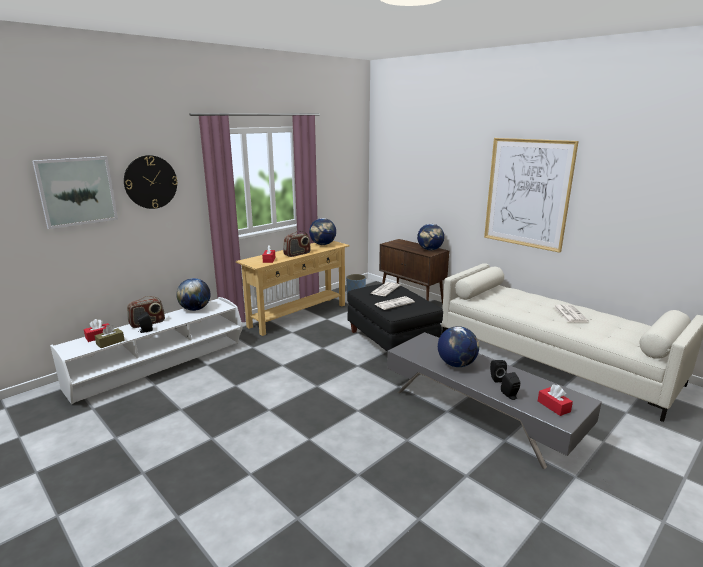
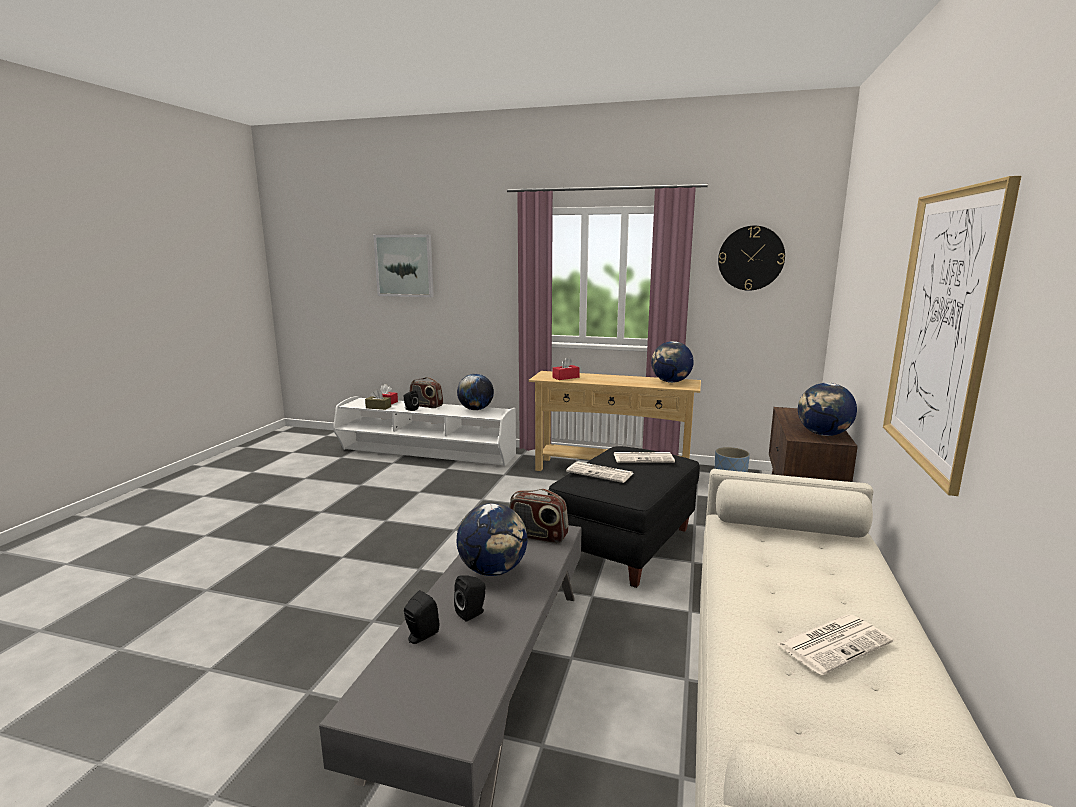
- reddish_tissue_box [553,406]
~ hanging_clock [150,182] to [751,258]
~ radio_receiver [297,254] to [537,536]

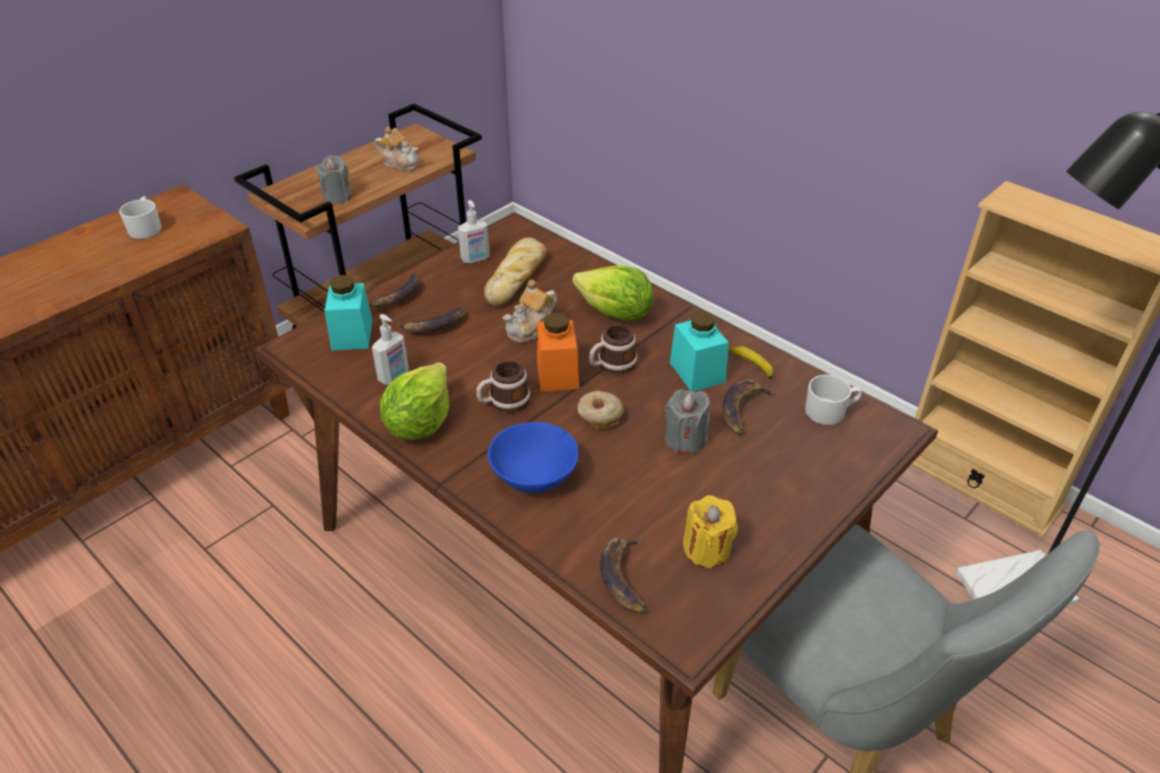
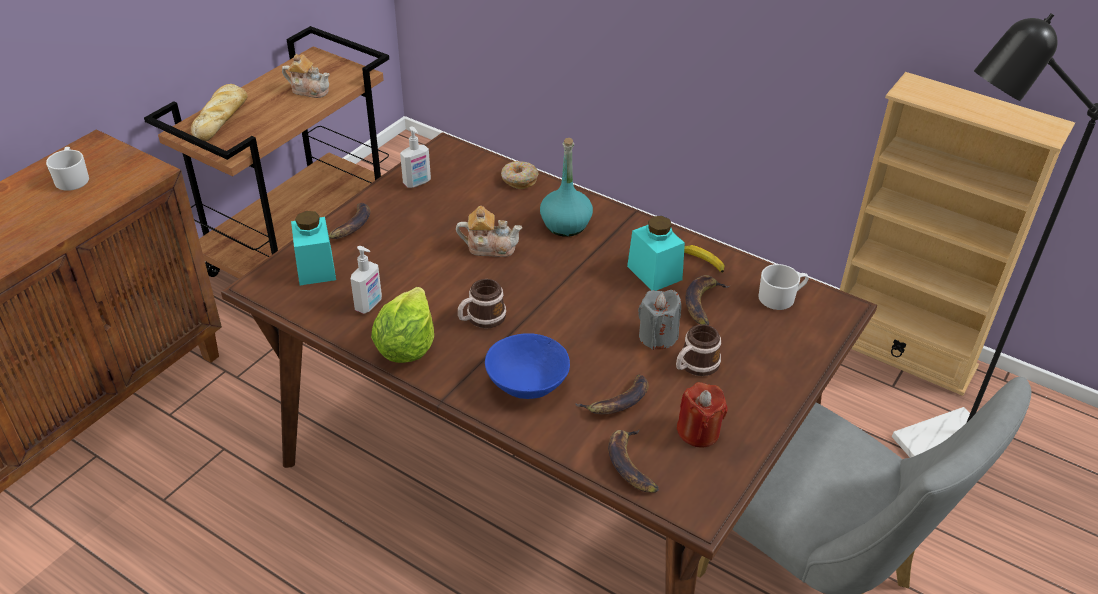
- gray_wax_light [337,197]
- orange_storage_jar [557,374]
~ banana_fruit [434,326] to [618,402]
~ baked_bread [517,277] to [221,118]
~ donut [599,415] to [519,180]
~ tea_mug [611,365] to [694,366]
~ head_of_lettuce [615,314] to blue-green_bottle [566,225]
~ yellowish_wax_light [707,549] to reddish_wax_light [698,432]
~ pot_for_tea [531,329] = [490,247] 120 degrees counterclockwise

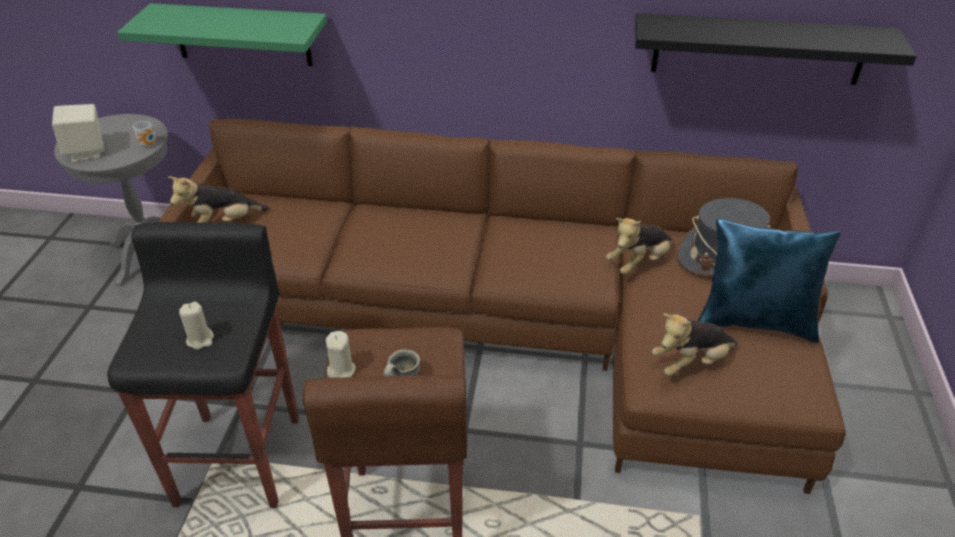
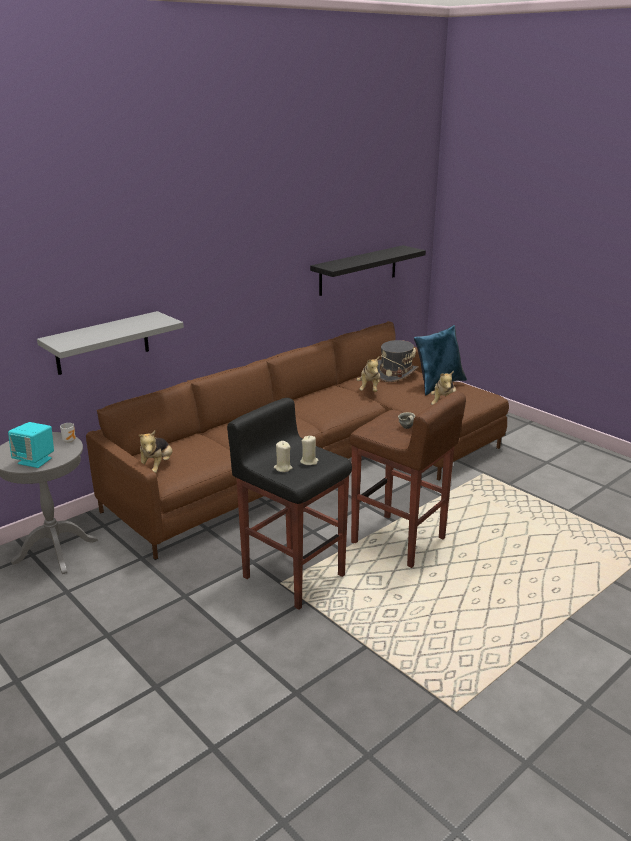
~ sand-coloured_wax_light [341,370] to [283,468]
~ sand-coloured_loudspeaker [86,152] to blue-green_loudspeaker [35,461]
~ greenish_bracket_shelf [242,35] to gray_bracket_shelf [102,343]

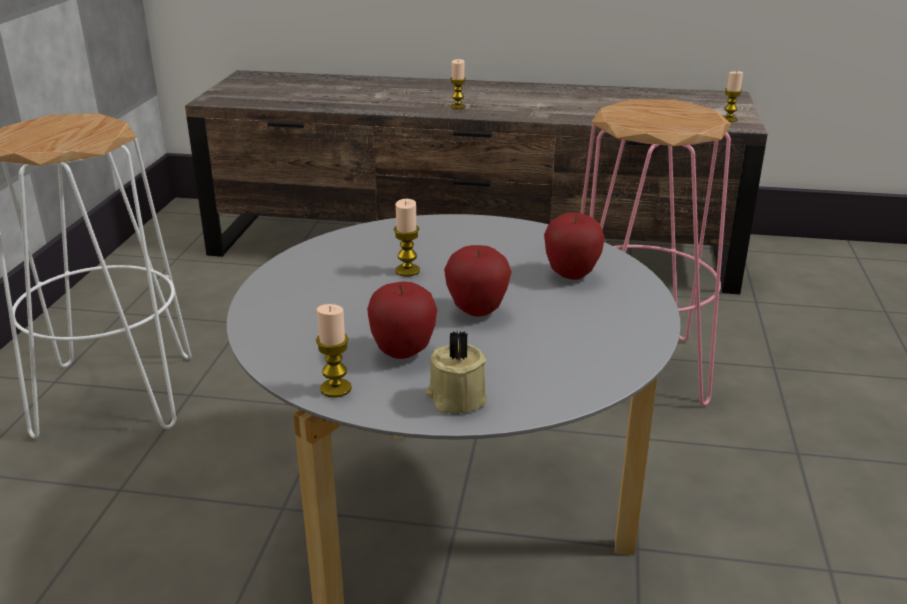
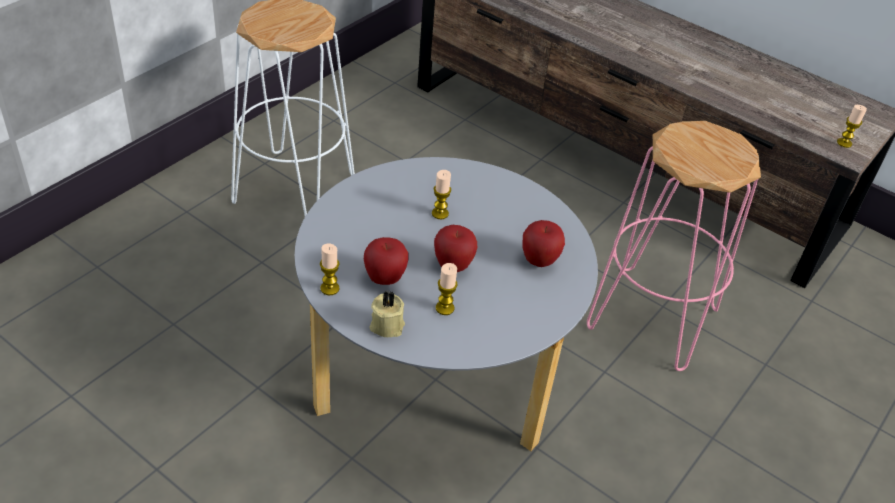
~ wax_light [457,106] to [445,308]

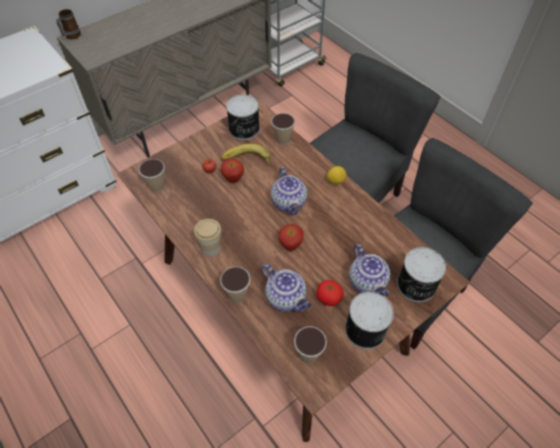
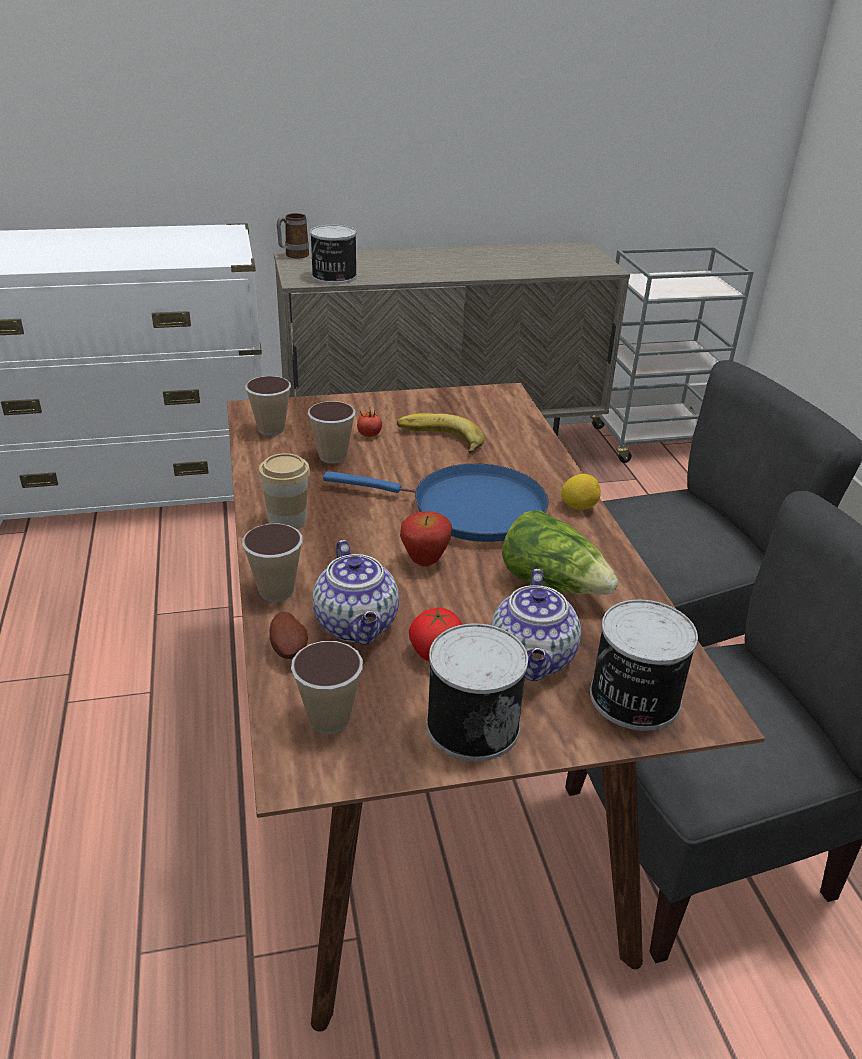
- apple [233,179]
+ whole_potato [289,649]
+ head_of_lettuce [553,584]
~ metal_can [244,129] to [333,277]
~ cup [283,140] to [333,456]
~ pot_for_tea [289,203] to bluish_pan [469,509]

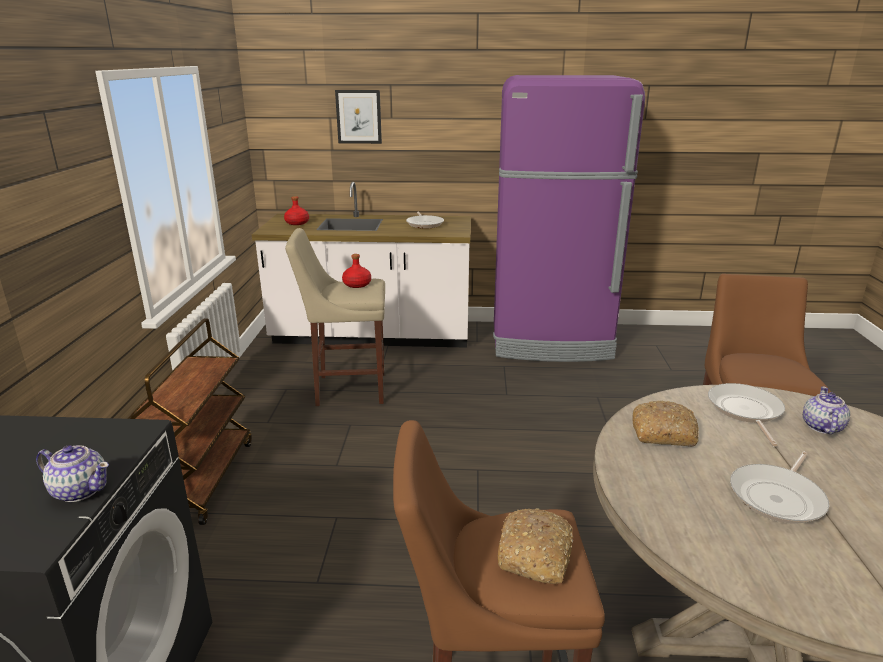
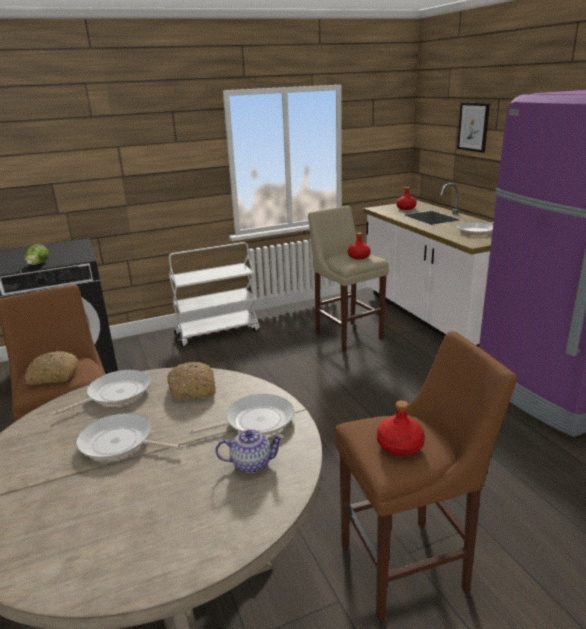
+ pan [115,393]
+ reddish_bottle [400,445]
~ pot_for_tea [80,490] to head_of_lettuce [38,265]
~ brownish_trolley [203,479] to white_trolley [217,332]

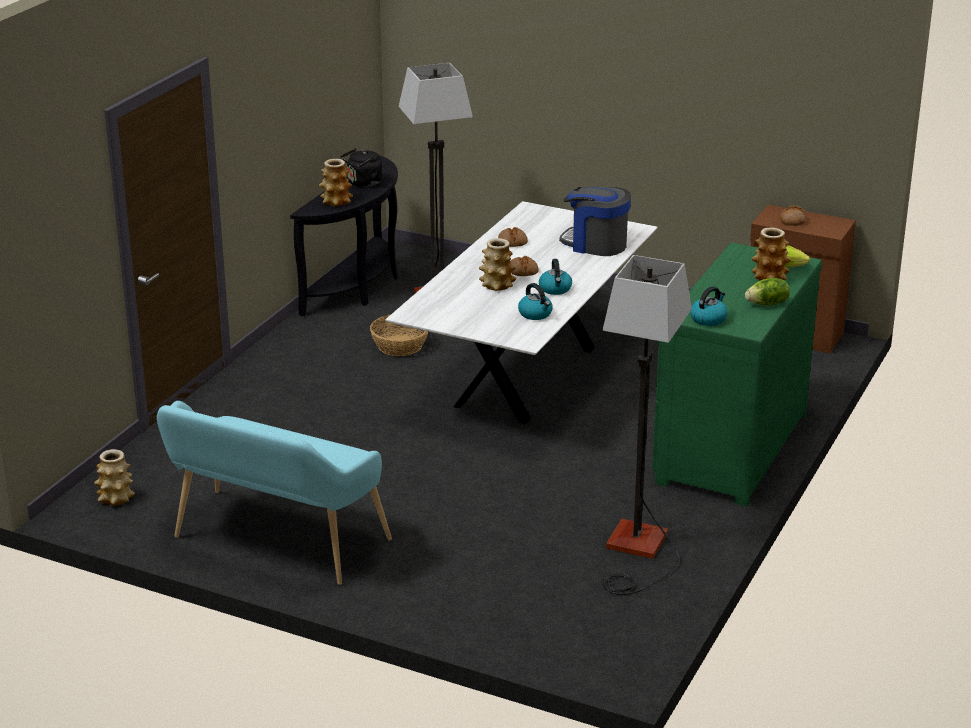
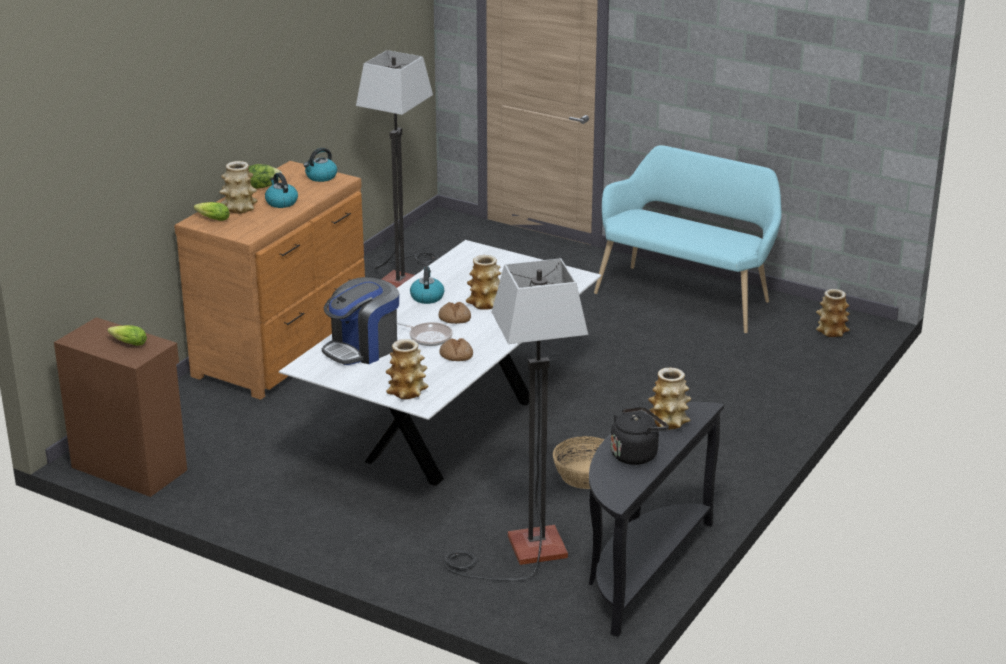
+ vase [407,392]
+ pan [428,337]
~ water_kettle [535,314] to [281,202]
~ baked_bread [792,221] to head_of_lettuce [127,343]
~ greenish_dresser [728,447] to brownish_dresser [284,350]
~ coffee_machine [595,244] = [362,348] 105 degrees clockwise

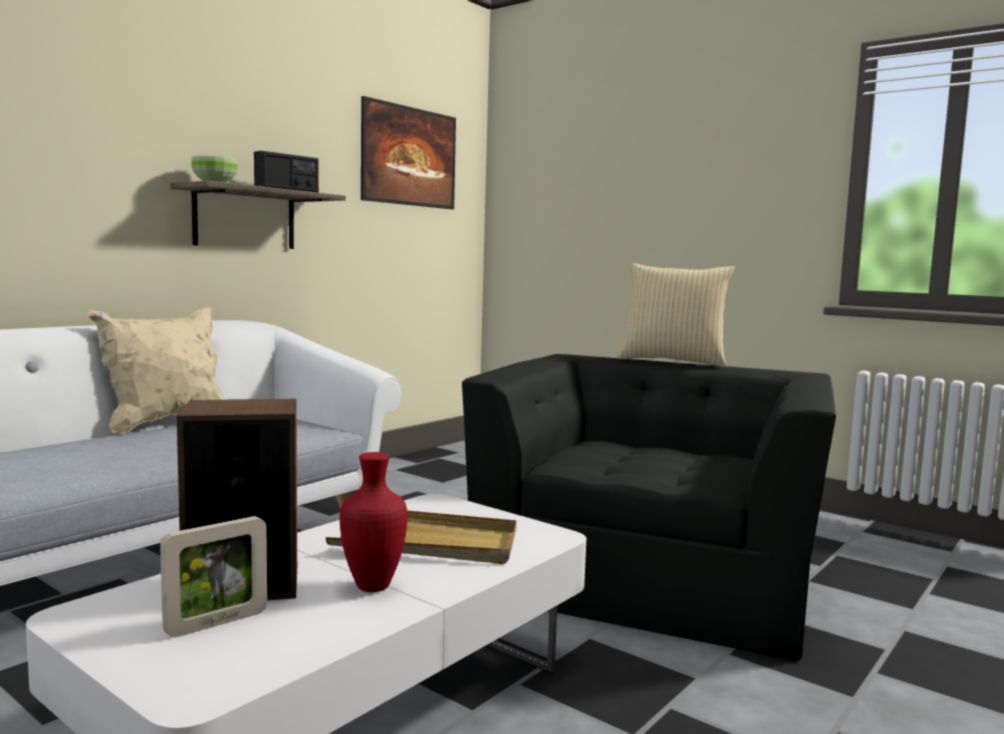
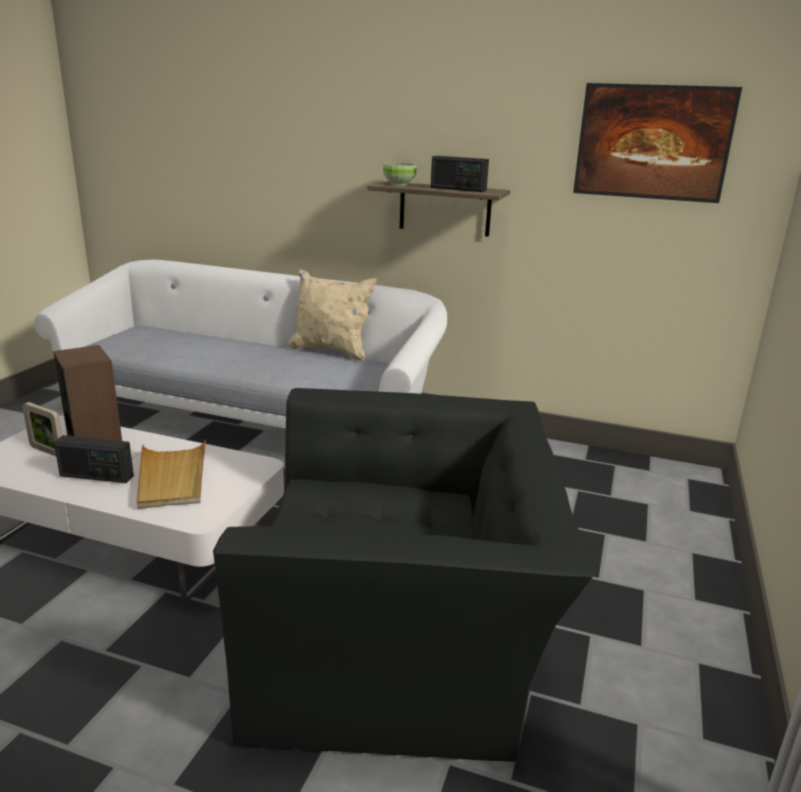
- throw_pillow [673,361]
~ reddish_vase [372,585] to radio_receiver [96,476]

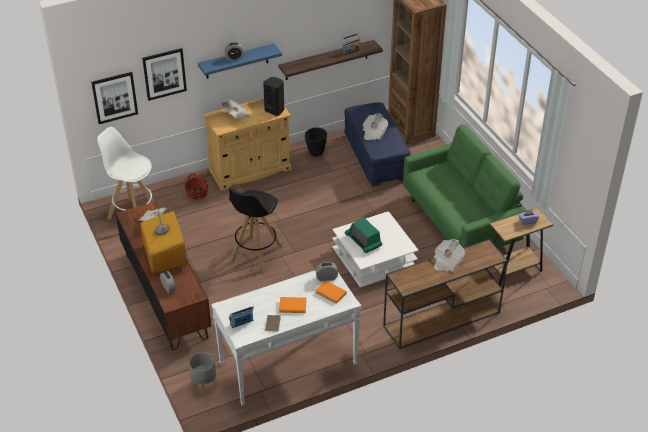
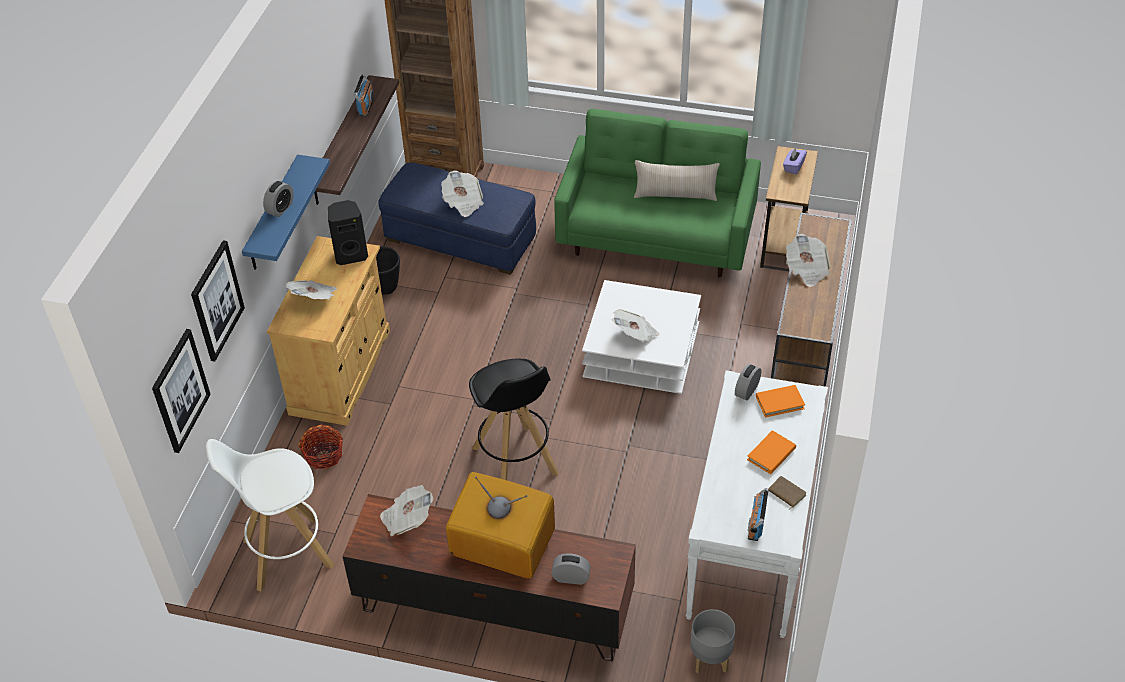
+ sand-coloured_throw_pillow [675,195]
~ radio_receiver [363,241] to printed_paper [635,334]

